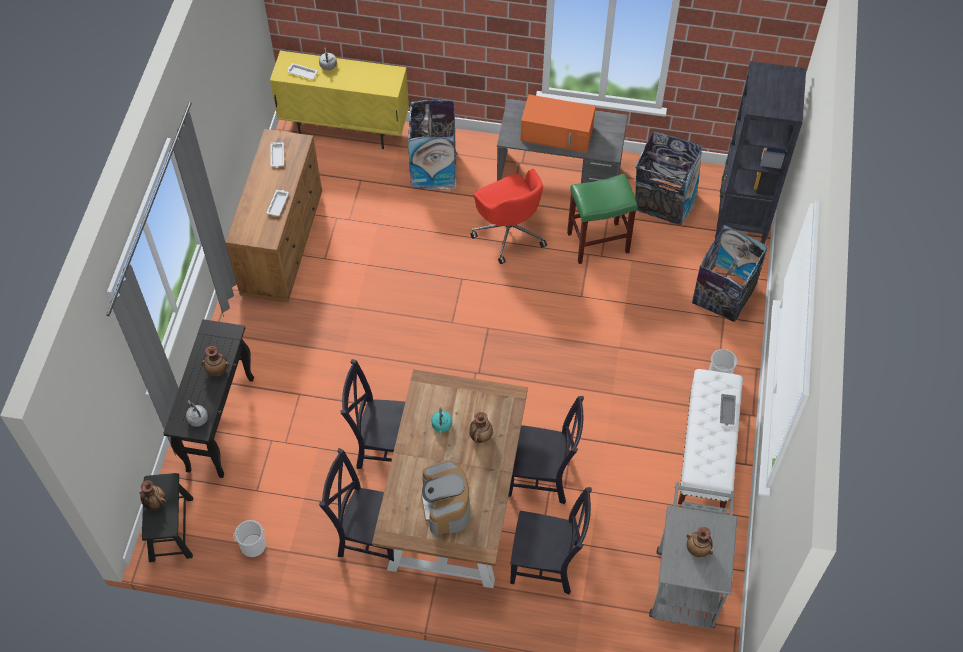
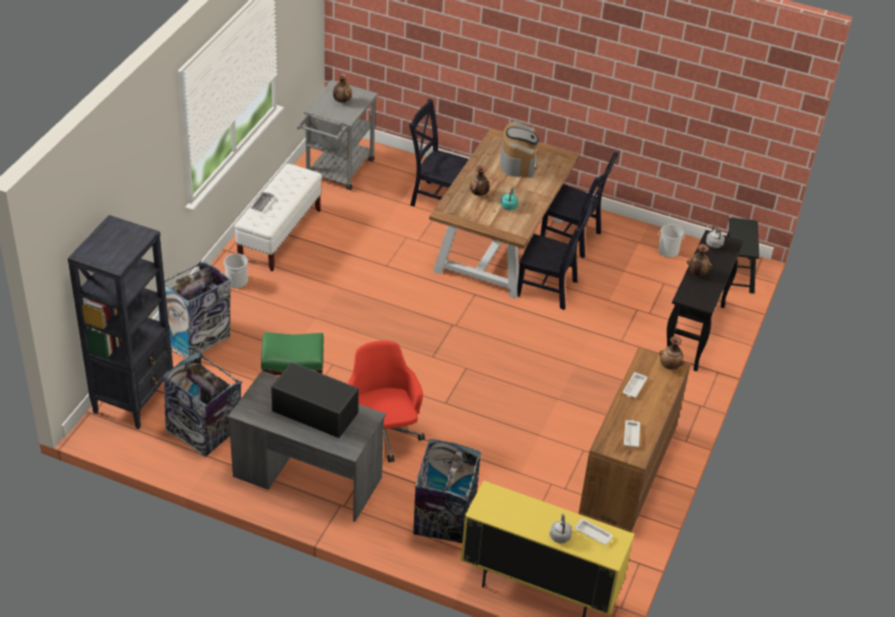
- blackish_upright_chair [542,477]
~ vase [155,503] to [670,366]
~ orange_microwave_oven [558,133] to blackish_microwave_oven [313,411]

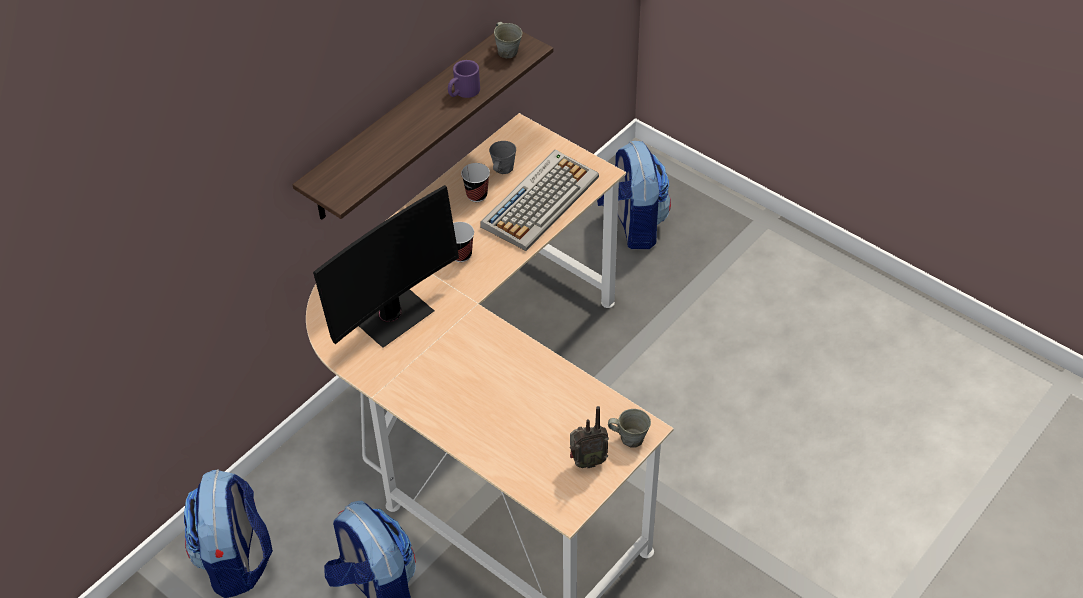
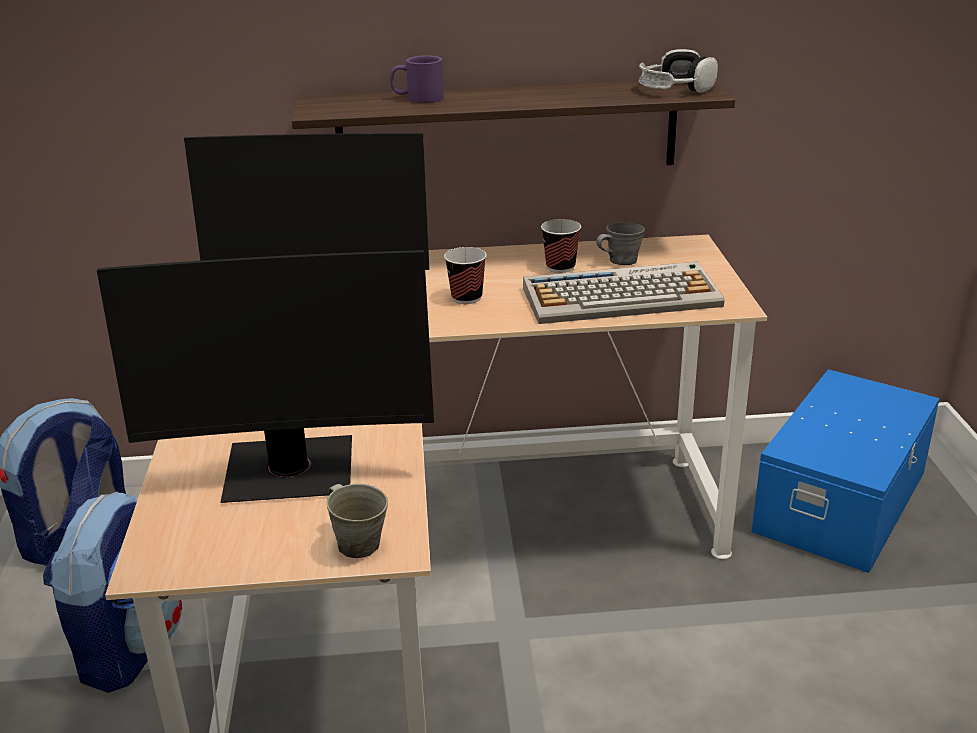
- radio_receiver [587,461]
+ monitor [290,472]
~ purple-coloured_tea_mug [463,92] to [417,98]
~ gray_tea_mug [507,51] to pair_of_headphones [675,88]
~ rucksack [633,225] to bluish_storage_bin [843,501]

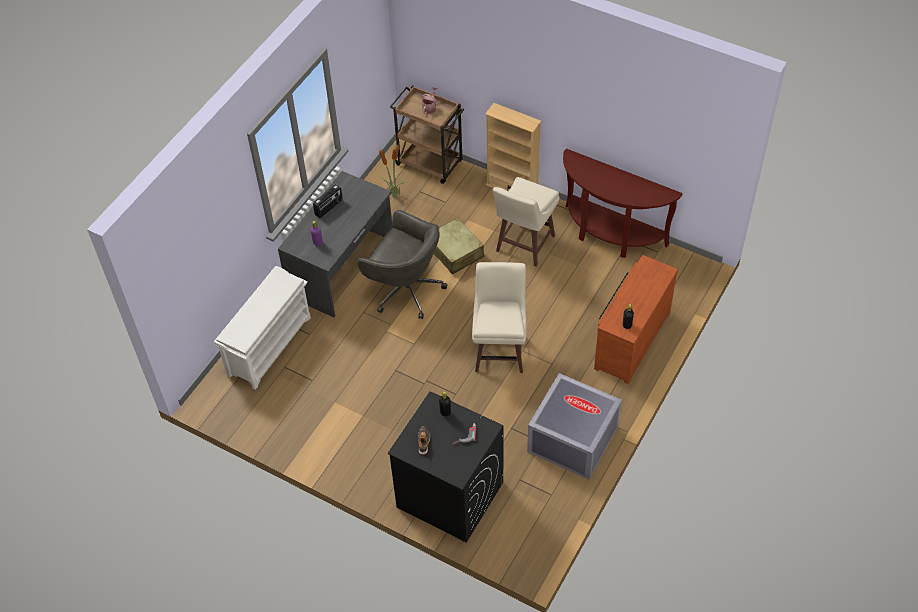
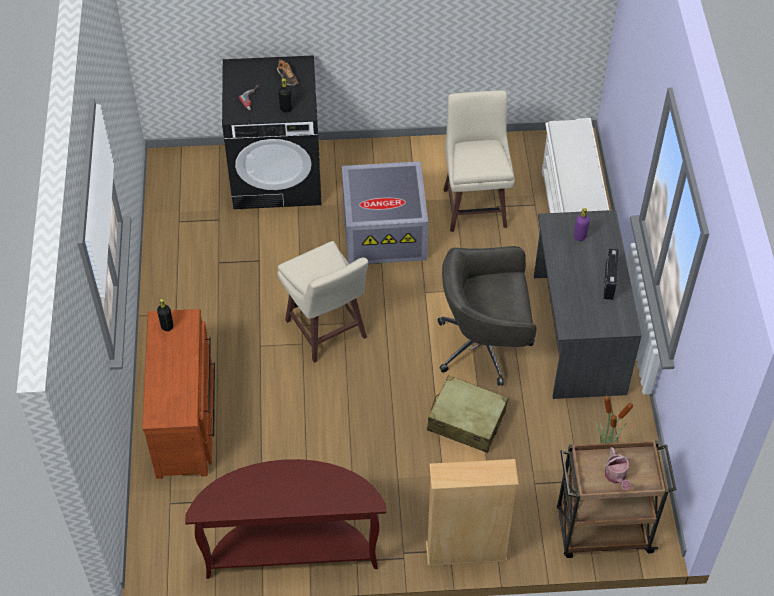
~ sand-coloured_sitting_stool [524,244] to [475,206]
~ gray_storage_bin [571,439] to [385,231]

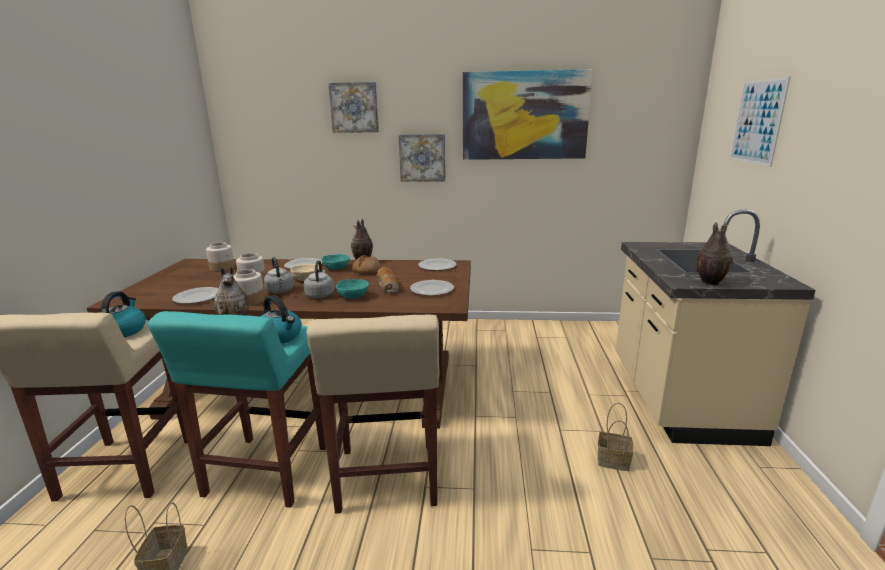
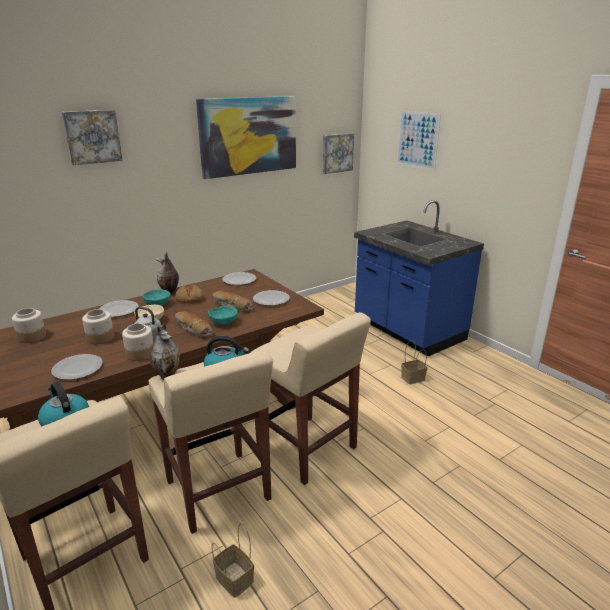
- vase [709,283]
~ wall_picture [422,157] to [337,153]
~ gray_water_kettle [320,295] to baked_bread [193,329]
~ blue-green_sitting_stool [266,472] to sand-coloured_sitting_stool [218,491]
~ sand-coloured_counter [678,399] to bluish_counter [407,331]

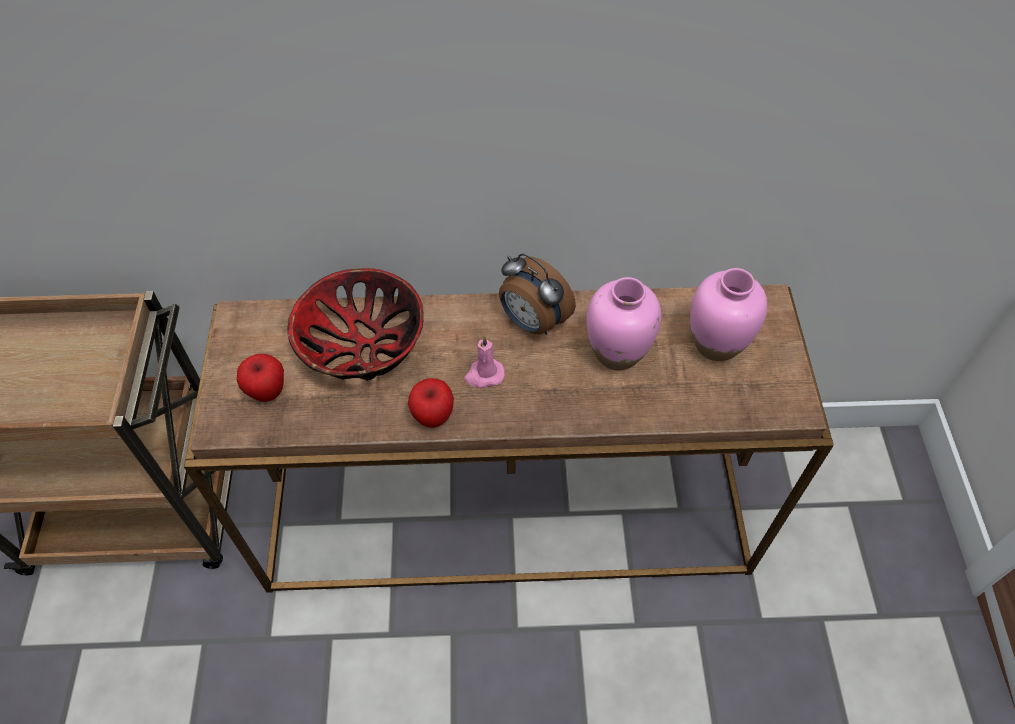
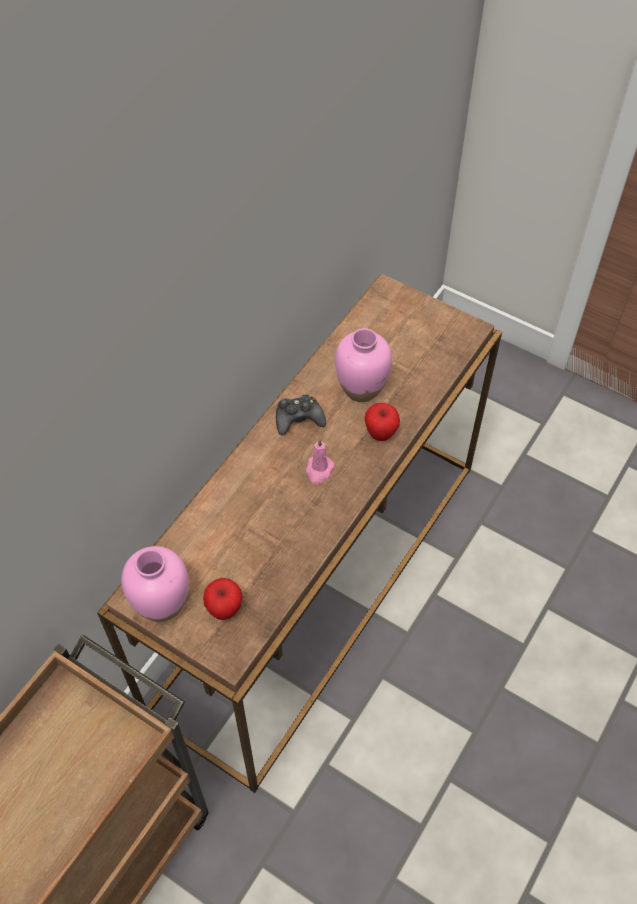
- bowl [361,345]
~ apple [433,417] to [380,433]
~ pink-coloured_vase [716,344] to [161,604]
~ bedside_clock [532,322] to blackish_game_controller [298,419]

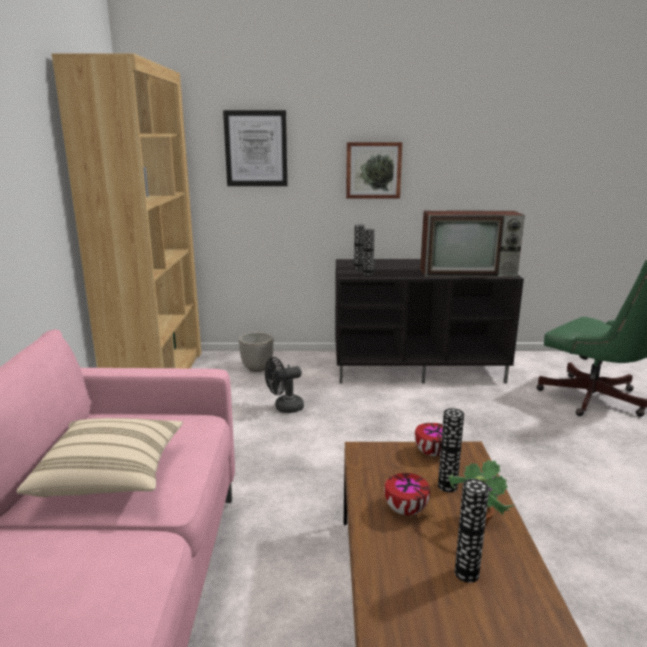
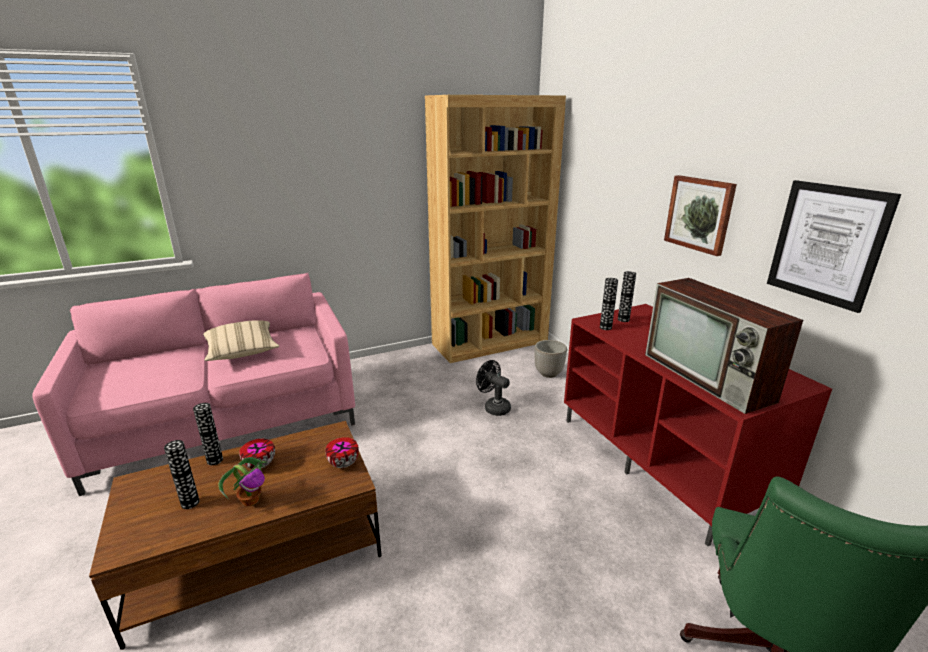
~ wall_picture [256,148] to [827,244]
~ vase [447,486] to [215,460]
~ blackish_media_console [418,366] to reddish_media_console [664,460]

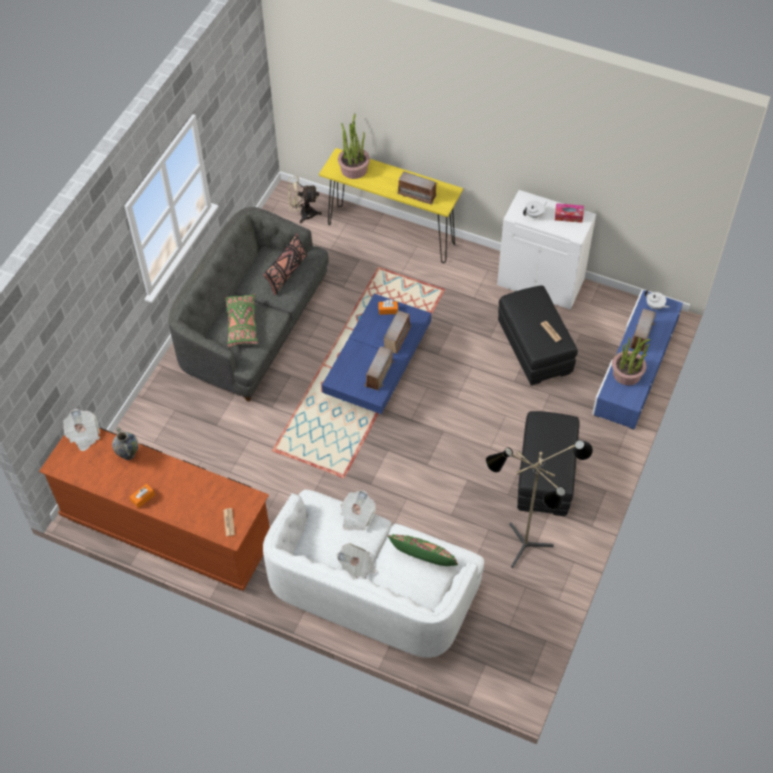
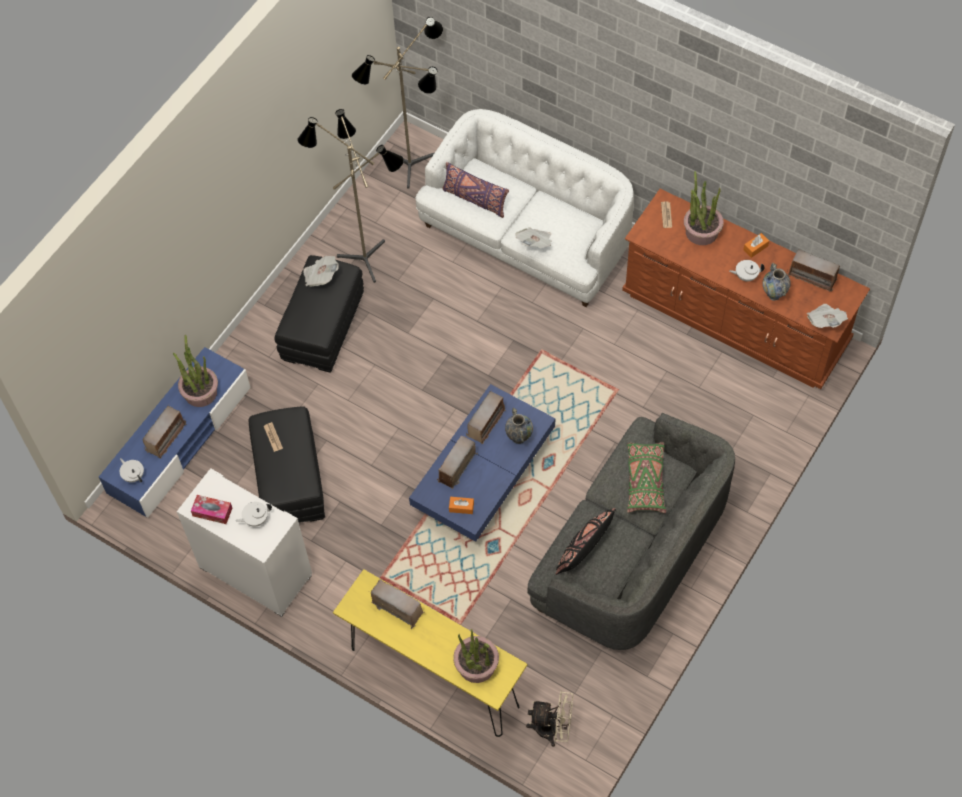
+ standard_lamp [413,169]
+ vase [519,437]
+ houseplant [701,231]
+ white_pot_for_tea [745,276]
+ radio_receiver [812,277]
~ printed_paper [357,566] to [321,276]
~ greenish_throw_pillow [423,558] to purple-coloured_throw_pillow [475,199]

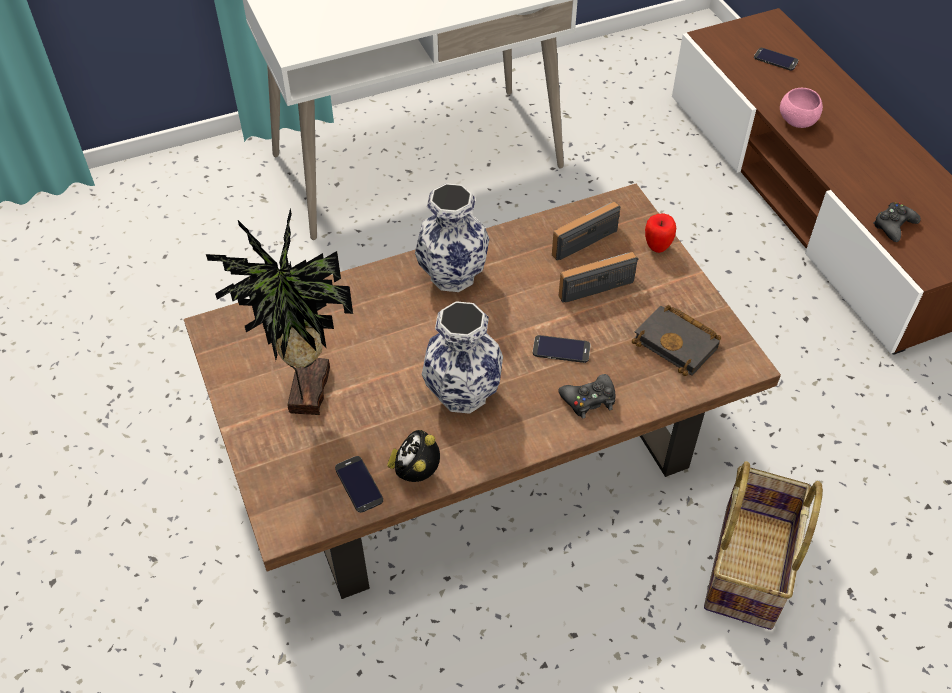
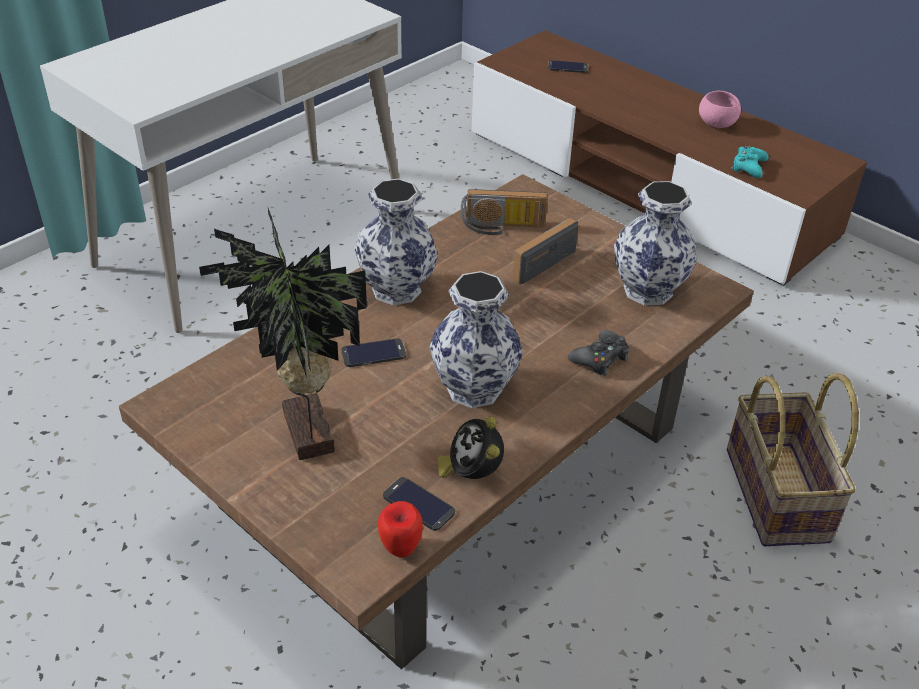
~ phone [561,349] to [373,353]
~ apple [657,247] to [400,548]
~ pink-coloured_bowl [797,121] to [716,124]
~ blackish_bound_book [678,344] to vase [649,290]
~ blackish_game_controller [893,226] to blue-green_game_controller [748,167]
~ radio_receiver [582,237] = [502,227] 120 degrees counterclockwise

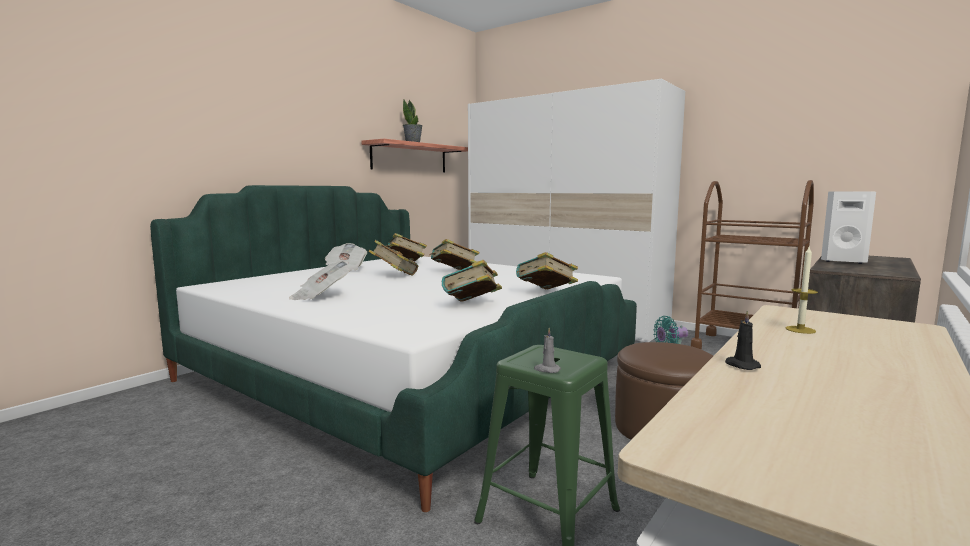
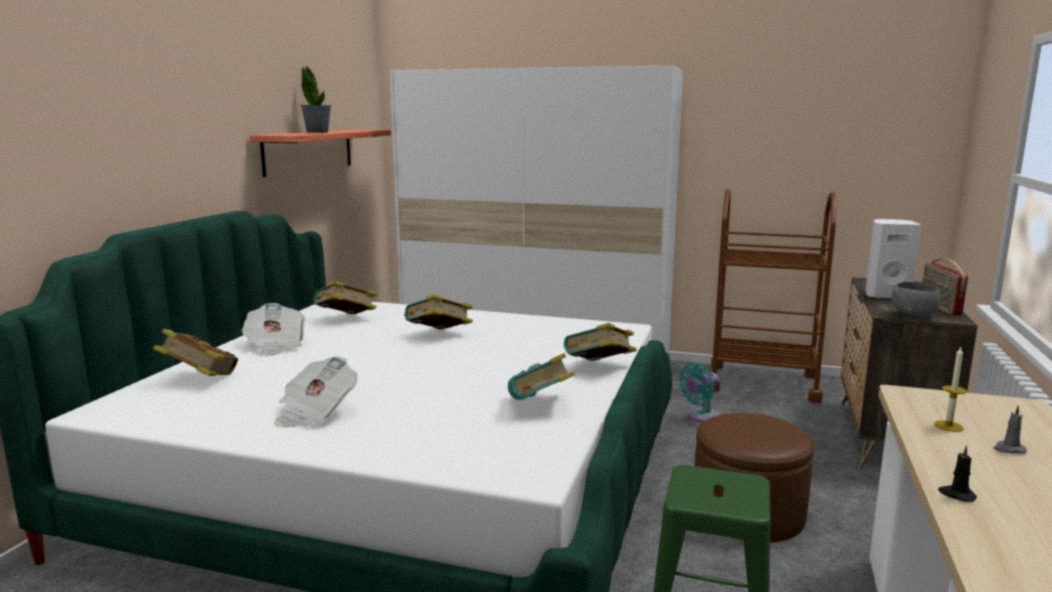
+ gray_bowl [914,316]
+ radio_receiver [939,307]
~ bound_book [394,276] to [200,380]
~ gray_wax_light [547,370] to [1009,449]

